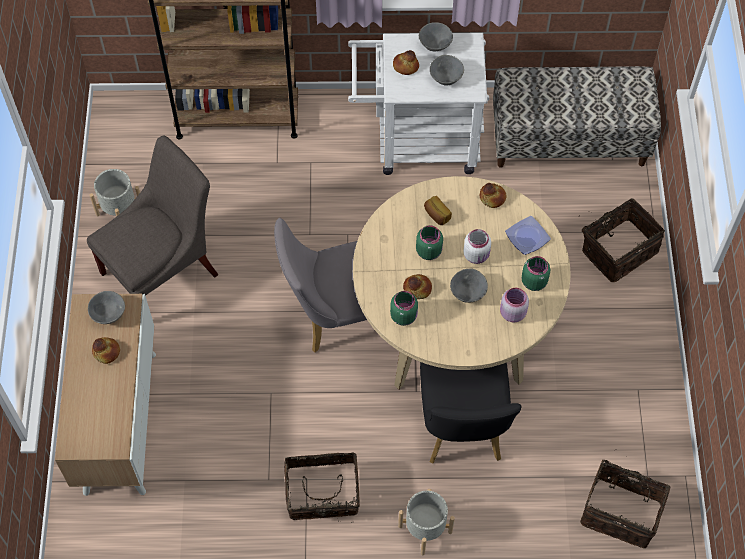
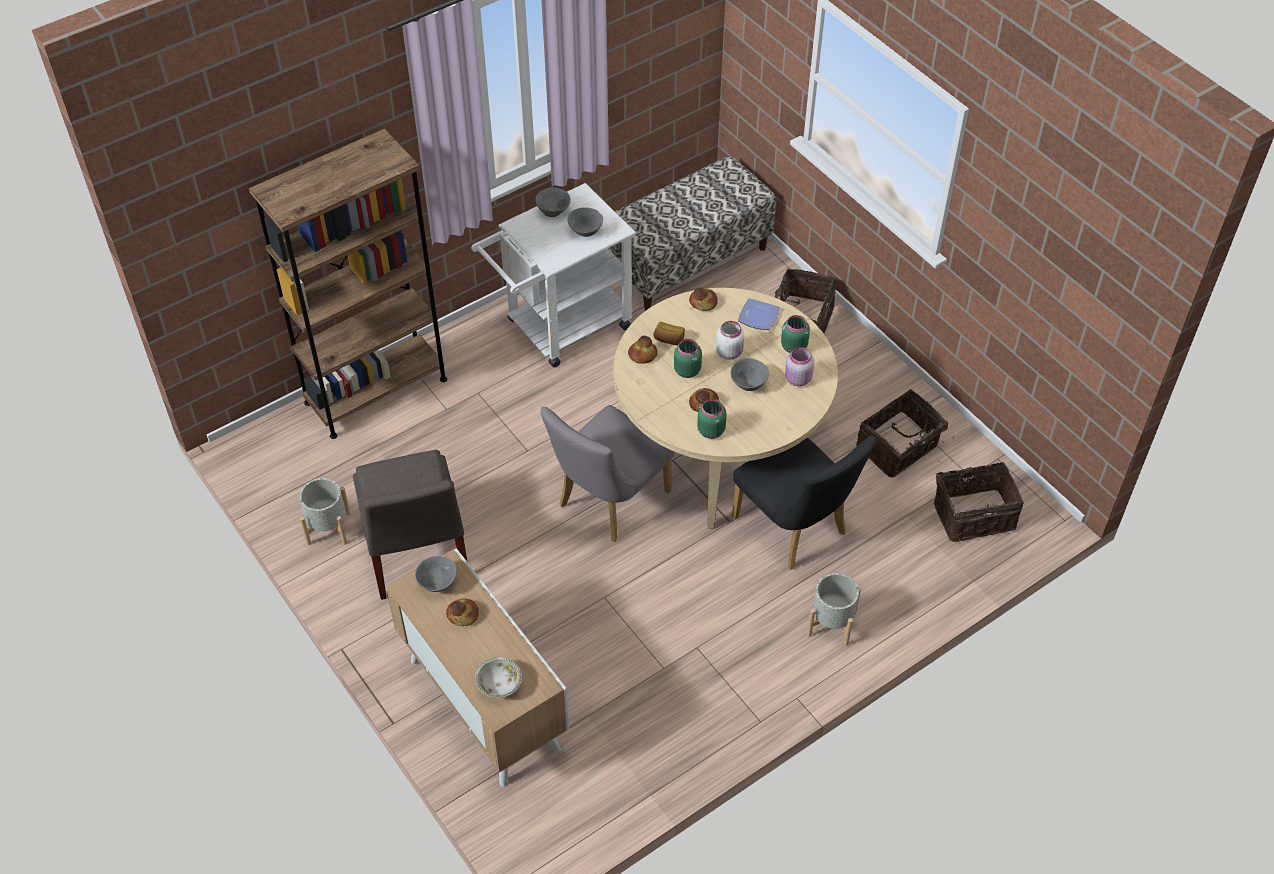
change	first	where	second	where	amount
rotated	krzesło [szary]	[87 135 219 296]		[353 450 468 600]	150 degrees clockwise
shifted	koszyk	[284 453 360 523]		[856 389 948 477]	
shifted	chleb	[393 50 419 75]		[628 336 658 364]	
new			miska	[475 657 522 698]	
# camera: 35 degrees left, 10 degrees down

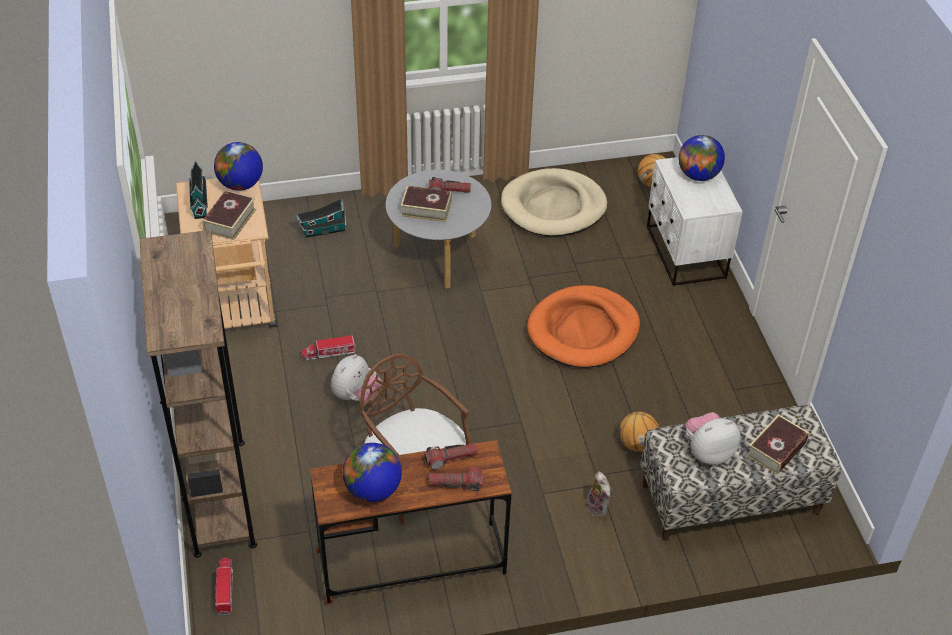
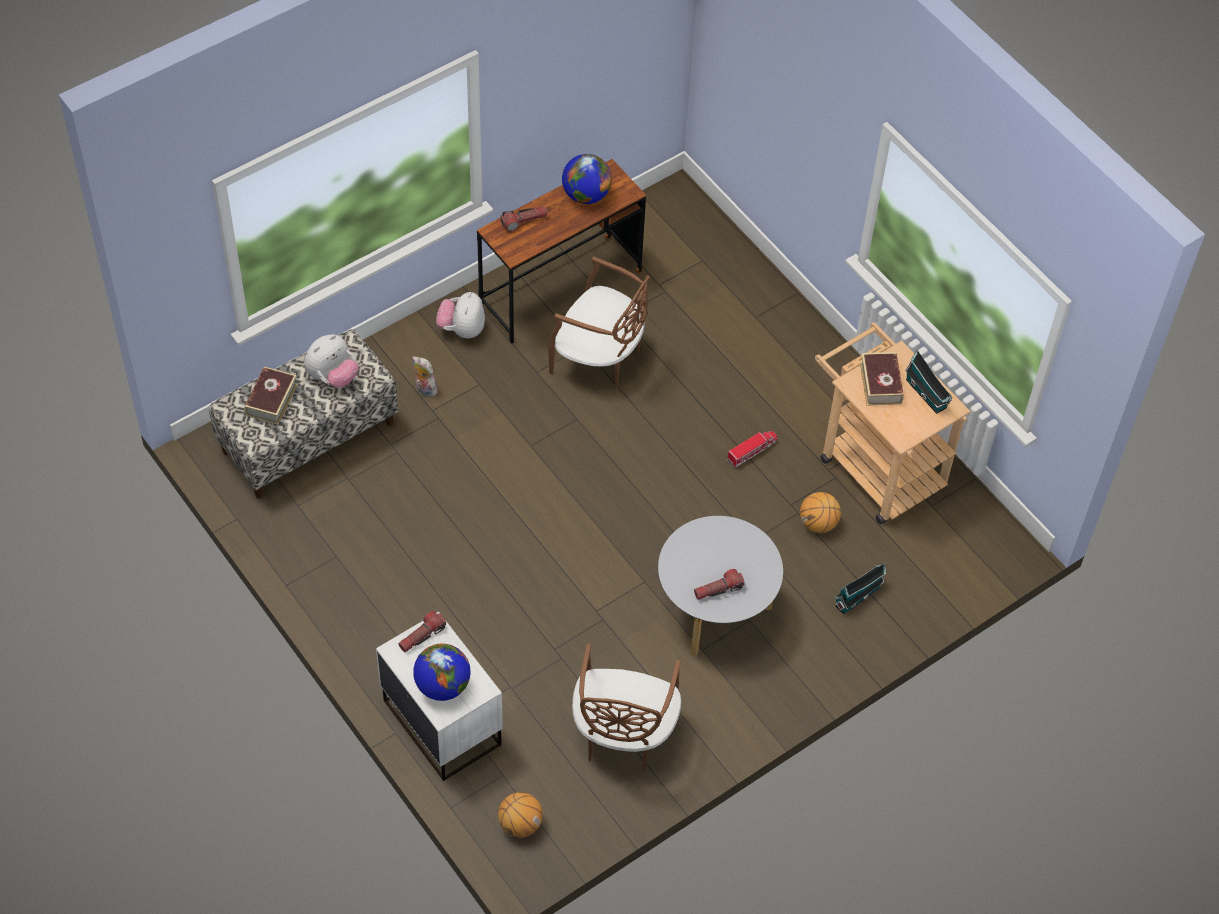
change	first	where	second	where	amount
gone	regał [brązowy]	[140 230 257 558]			
gone	globus	[214 142 263 191]			
gone	ciężarówka zabawkowa	[215 558 233 615]			
shifted	pluszak	[331 354 382 403]		[436 292 485 338]	
gone	książka	[401 186 452 222]			
shifted	latarka	[424 443 478 470]		[398 611 446 653]	
swapped	legowisko [beżowy]	[501 168 607 237]	krzesło [brązowy]	[572 644 681 771]	
gone	legowisko [pomarańczowy]	[527 285 640 368]			
shifted	piłka do koszykówki	[619 412 659 452]		[800 492 841 533]	
# camera: 155 degrees right, 10 degrees up

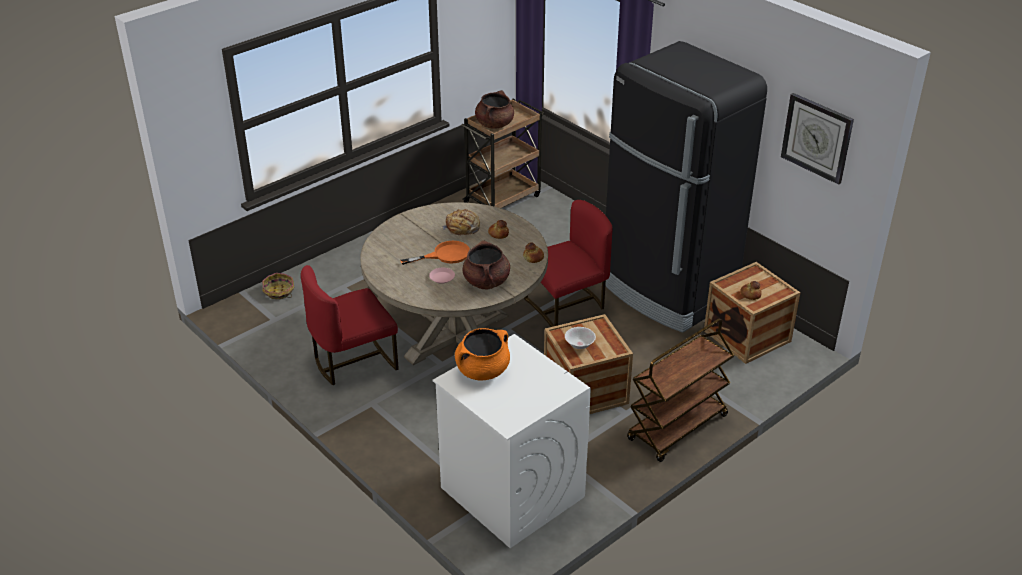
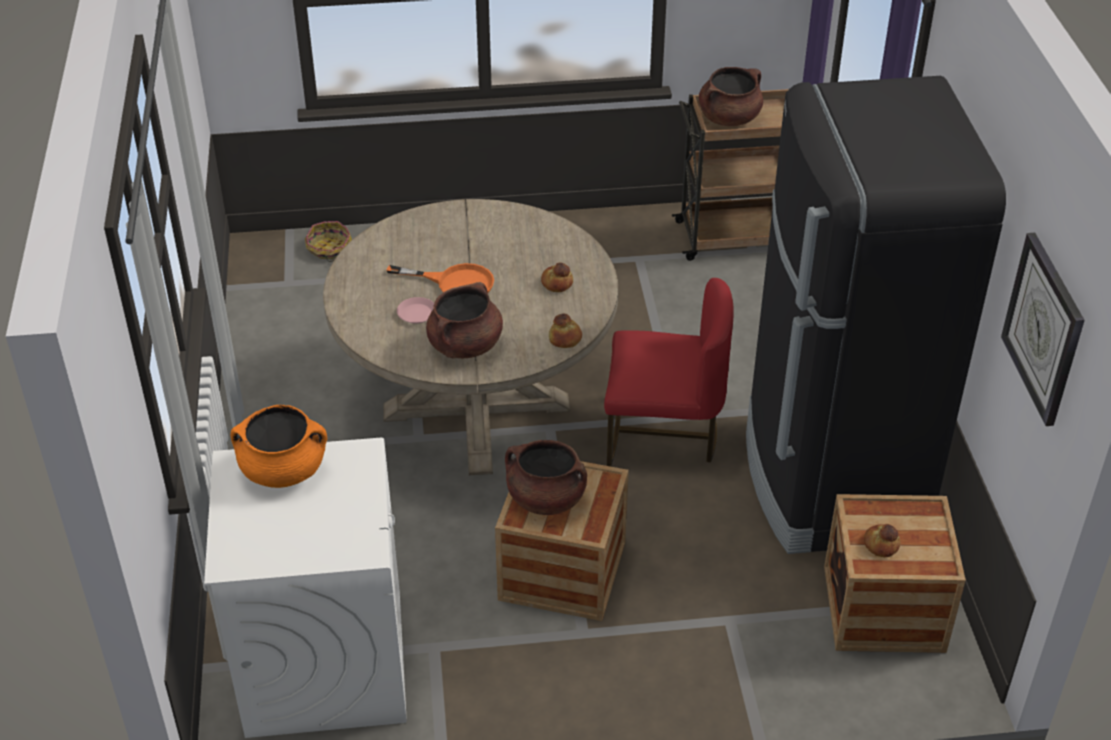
change	first	where	second	where	amount
gone	krzesło [czerwony]	[301 265 399 385]			
gone	chleb	[441 209 480 237]			
swapped	miska [biały]	[565 327 596 349]	garnek [brązowy]	[505 440 587 515]	
gone	wózek [brązowy]	[627 319 734 462]			
# camera: 35 degrees right, 5 degrees up

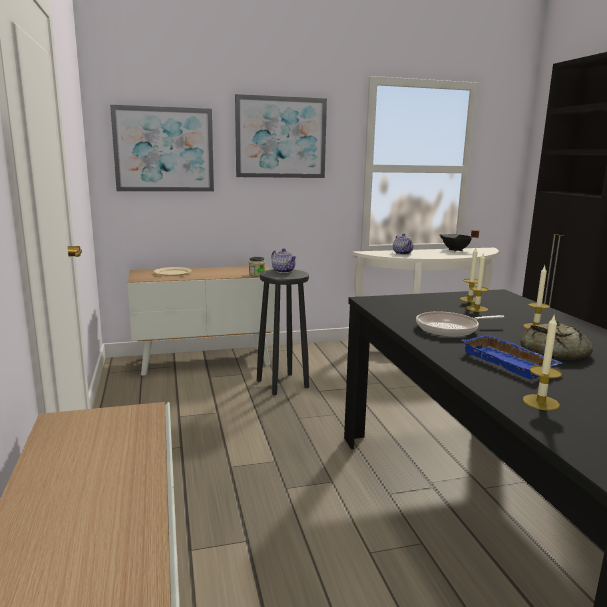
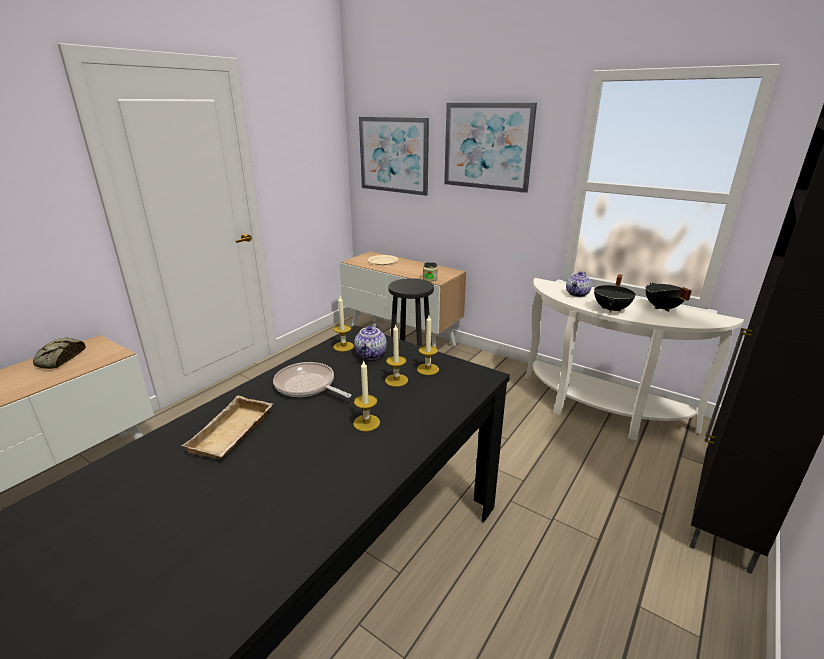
change	first	where	second	where	amount
shifted	imbryk	[271 248 296 273]		[354 323 387 360]	
repainted	taca [niebieski]	[462 334 562 380]	taca [beżowy]	[182 396 273 459]	
shifted	chleb	[520 322 593 359]		[33 338 86 369]	
shifted	świeca	[523 316 562 410]		[333 296 354 352]	
new			garnek [czarny]	[594 274 636 313]	
# camera: 50 degrees right, 10 degrees up

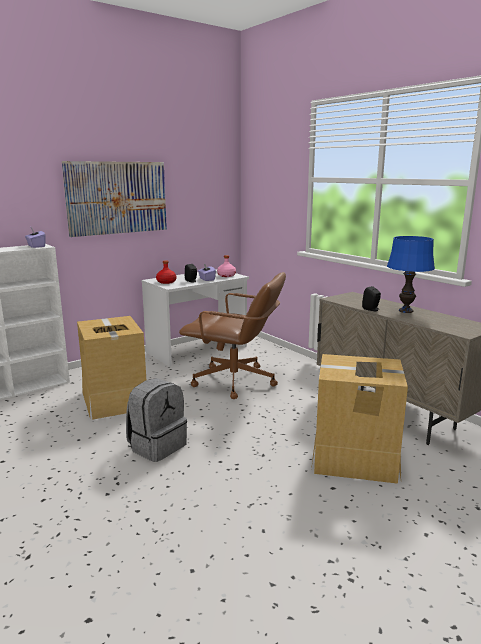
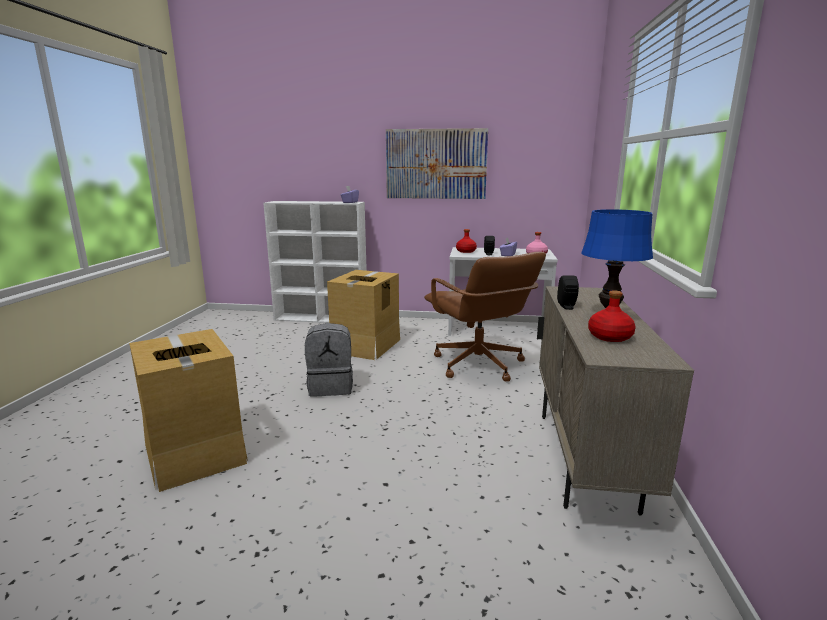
change	first	where	second	where	amount
shifted	karton	[311 354 408 484]		[129 329 248 492]	
new			butelka [czerwony]	[588 290 636 342]	
# camera: 45 degrees right, 0 degrees up

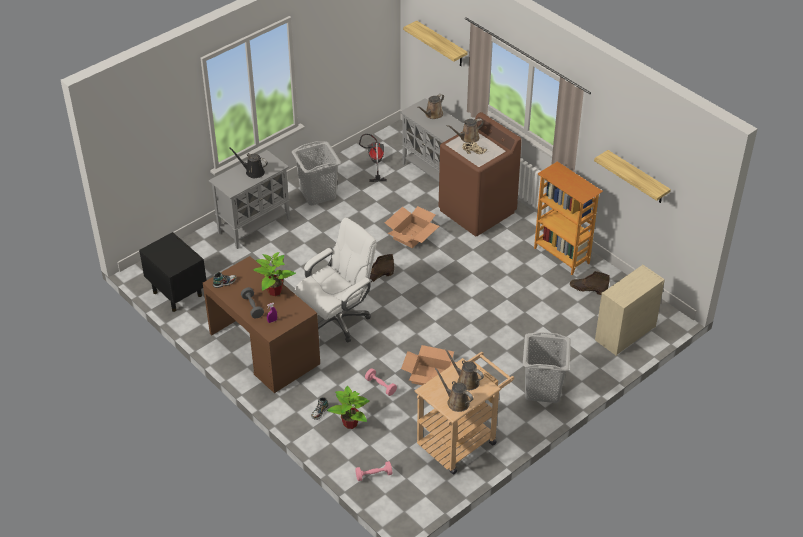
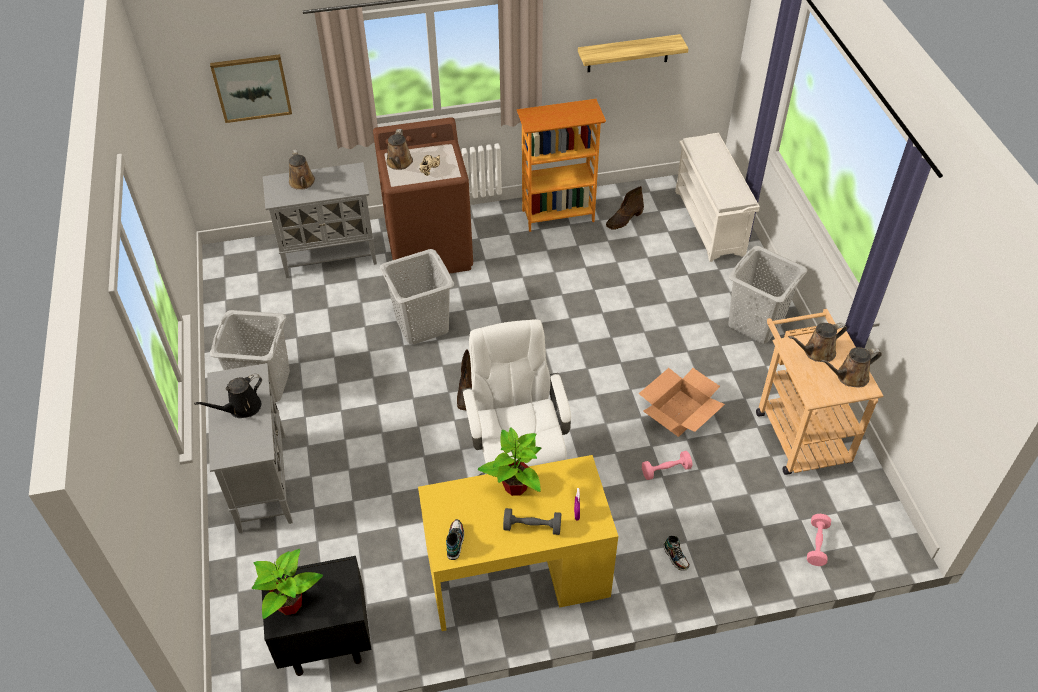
change	first	where	second	where	amount
repainted	biurko [brązowy]	[203 256 320 393]	biurko [żółty]	[418 455 618 631]	
shifted	roślina doniczkowa	[327 386 369 429]		[252 549 323 619]	
gone	odkurzacz	[359 134 387 182]			
swapped	karton	[385 206 439 248]	kosz na pranie [szary]	[380 249 454 345]	
swapped	półka	[403 21 468 66]	obraz	[210 54 292 123]	
swapped	komoda [beżowy]	[595 264 665 356]	regał na buty [biały]	[675 133 760 262]	
# camera: 60 degrees left, 5 degrees up

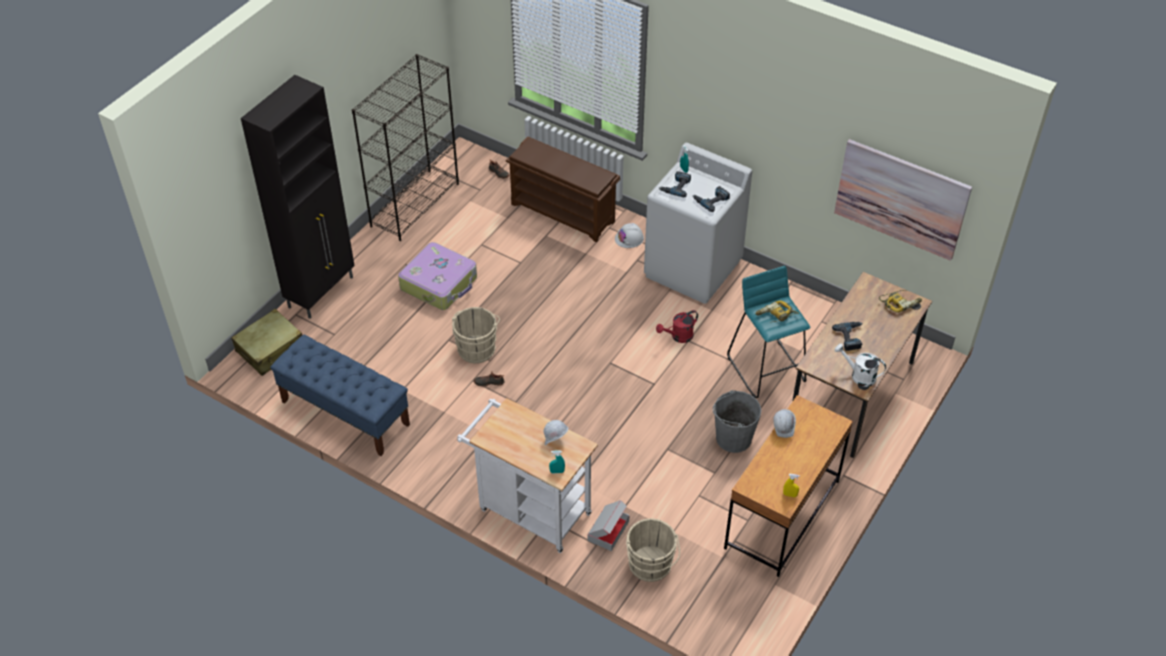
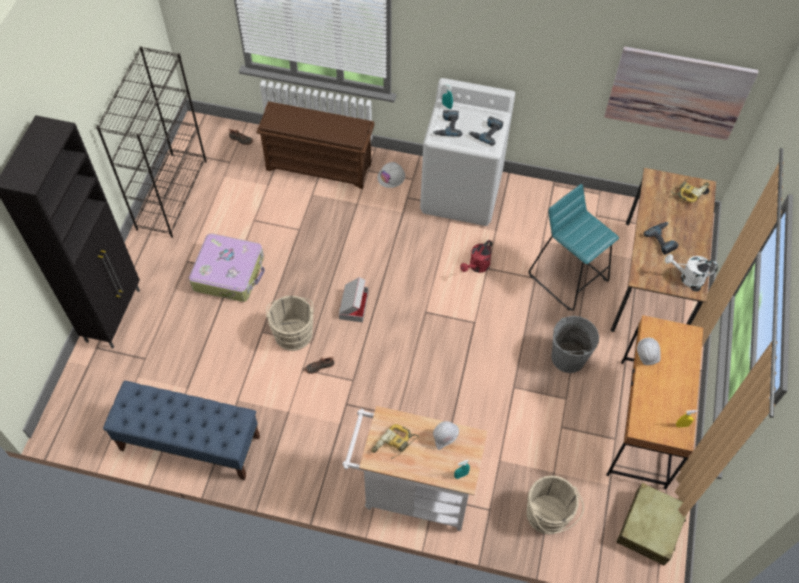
change	first	where	second	where	amount
shifted	walizka [beżowy]	[231 309 302 376]		[616 483 687 566]	
shifted	karton	[588 500 629 551]		[339 277 369 322]	
shifted	wiertarka	[755 300 799 323]		[371 424 419 459]	
# camera: 20 degrees left, 10 degrees up

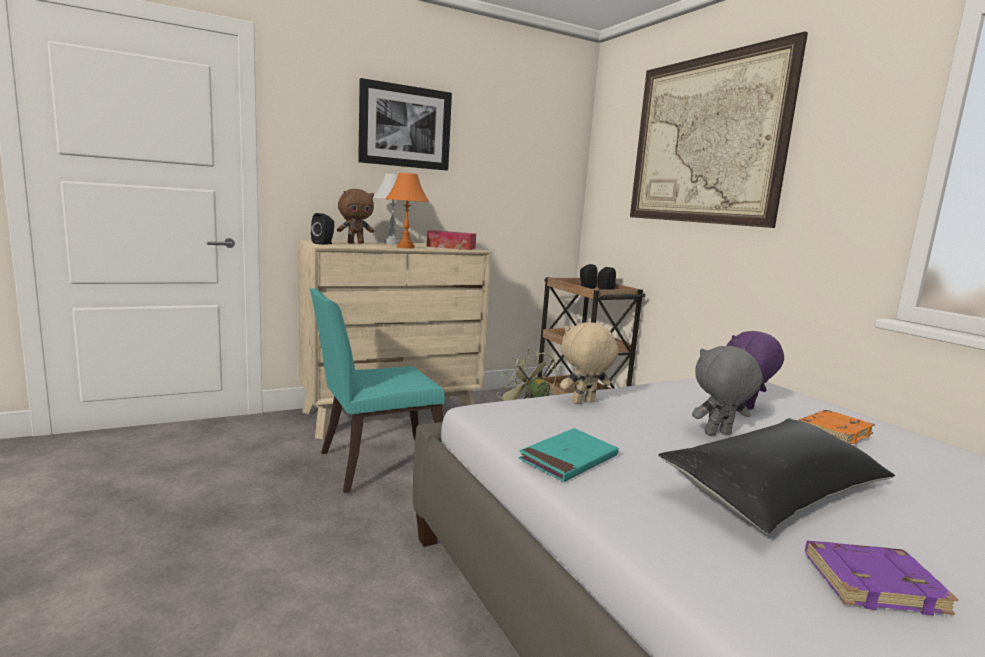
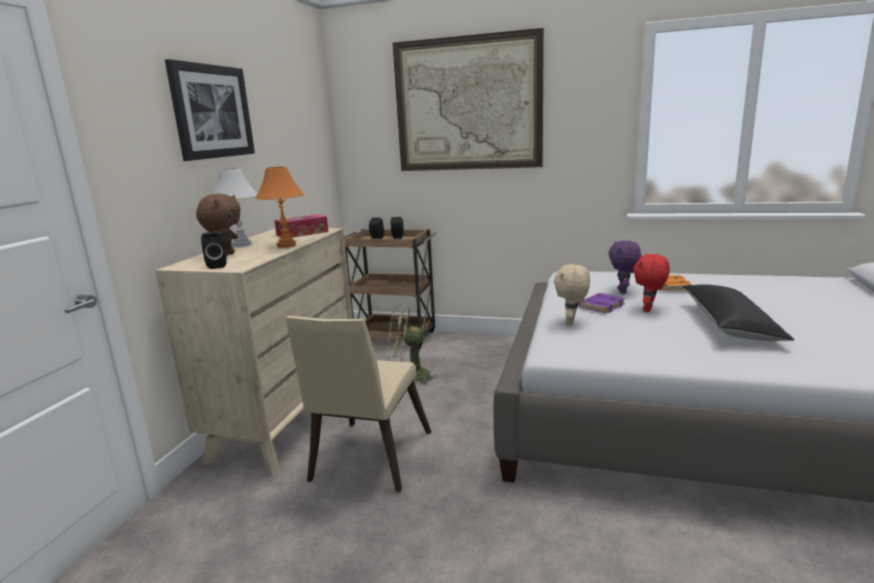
change	first	where	second	where	amount
repainted	krzesło [turkusowy]	[310 288 445 493]	krzesło [beżowy]	[285 316 431 492]	
gone	książka [turkusowy]	[518 428 619 482]			
repainted	pluszak [szary]	[692 346 763 436]	pluszak [czerwony]	[633 254 670 312]	
shifted	książka [fioletowy]	[805 541 959 615]		[578 293 625 314]	
# camera: 45 degrees left, 5 degrees up

